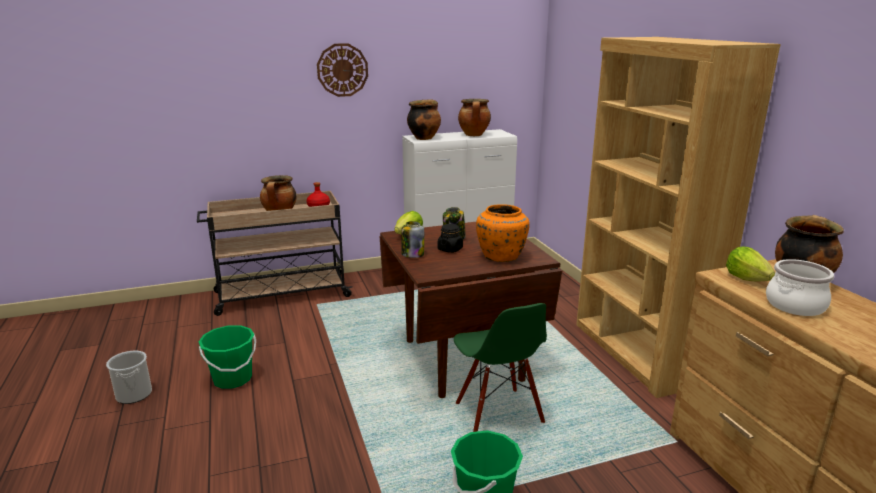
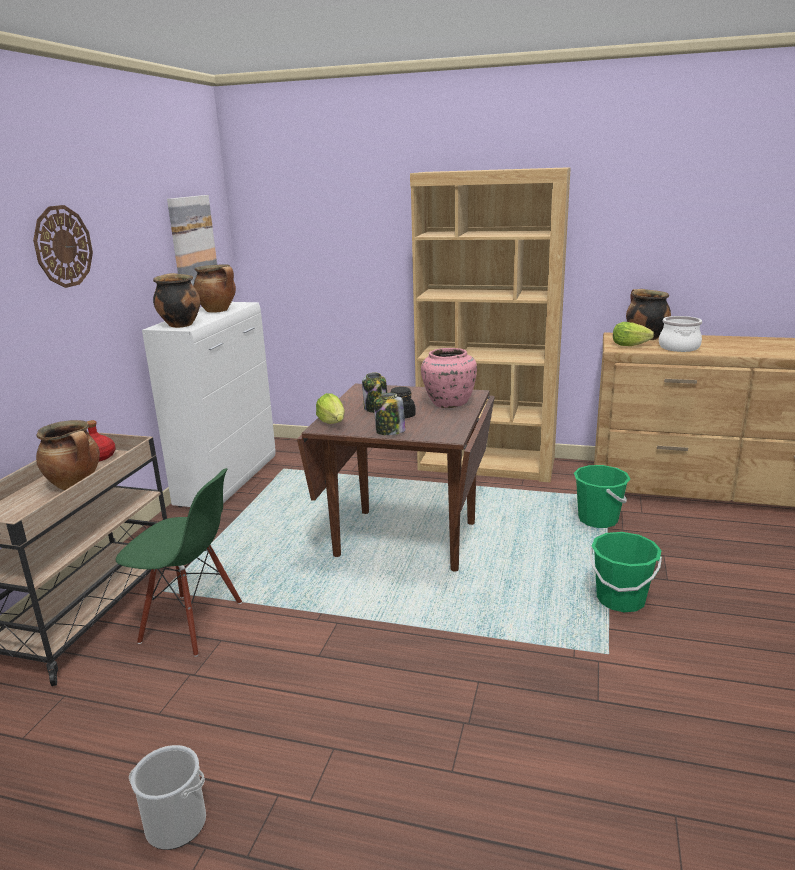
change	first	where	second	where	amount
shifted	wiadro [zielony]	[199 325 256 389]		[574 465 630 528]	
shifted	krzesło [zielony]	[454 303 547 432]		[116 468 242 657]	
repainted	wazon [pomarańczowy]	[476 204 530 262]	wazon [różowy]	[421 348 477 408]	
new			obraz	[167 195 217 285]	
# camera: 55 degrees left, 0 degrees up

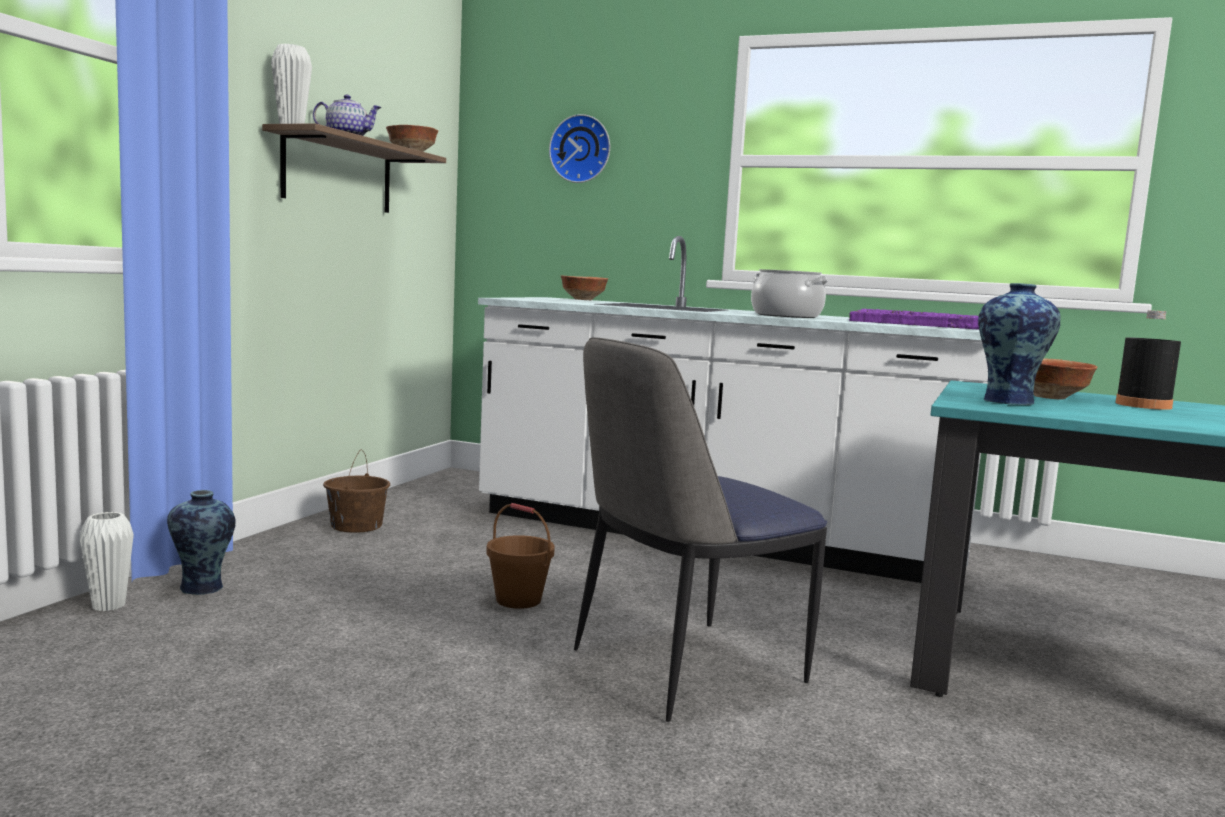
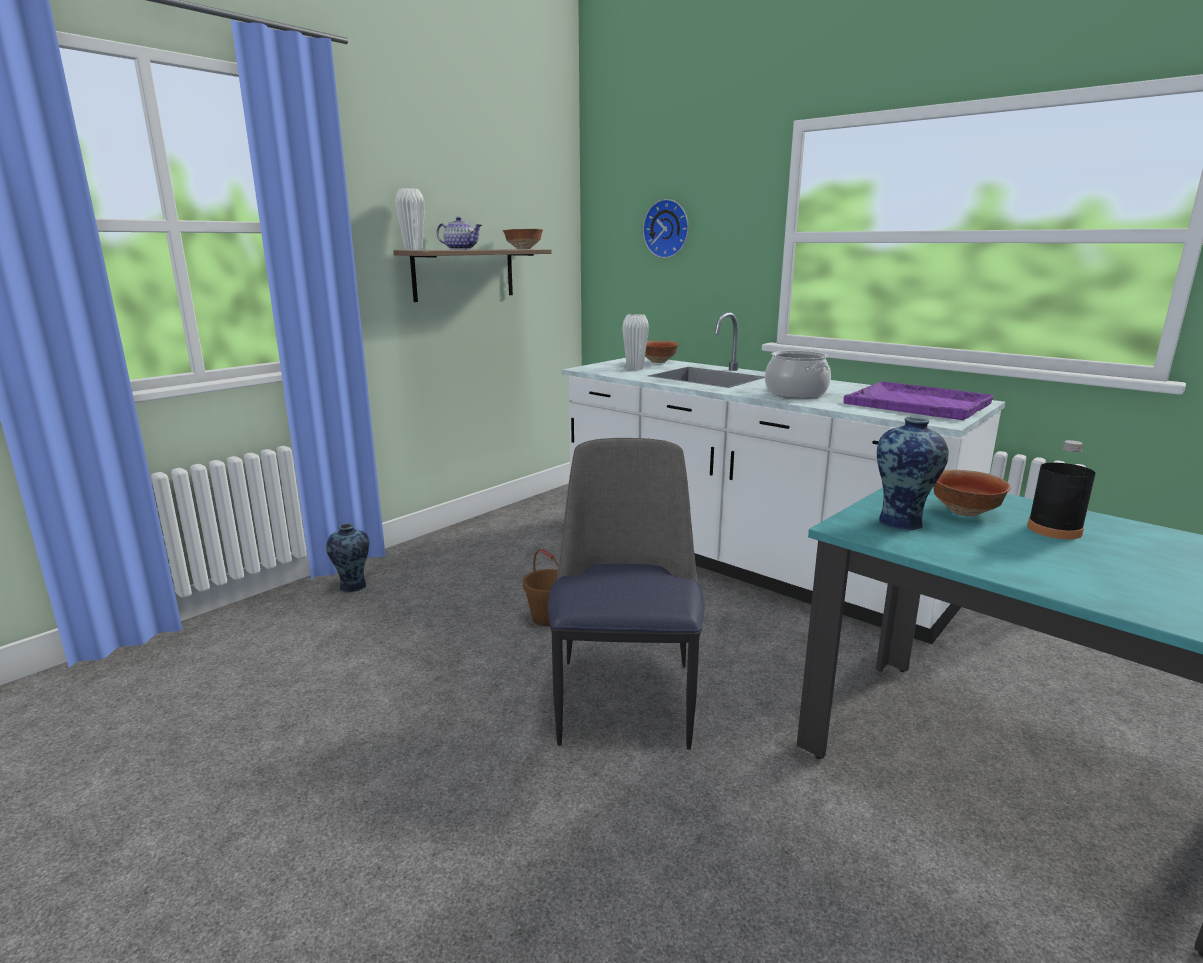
change	first	where	second	where	amount
shifted	wazon [biały]	[79 512 134 611]		[622 314 649 370]	
gone	wiadro [brązowy]	[323 450 390 533]			
rotated	krzesło	[574 337 827 722]		[548 438 704 750]	105 degrees clockwise
# camera: 20 degrees right, 10 degrees up

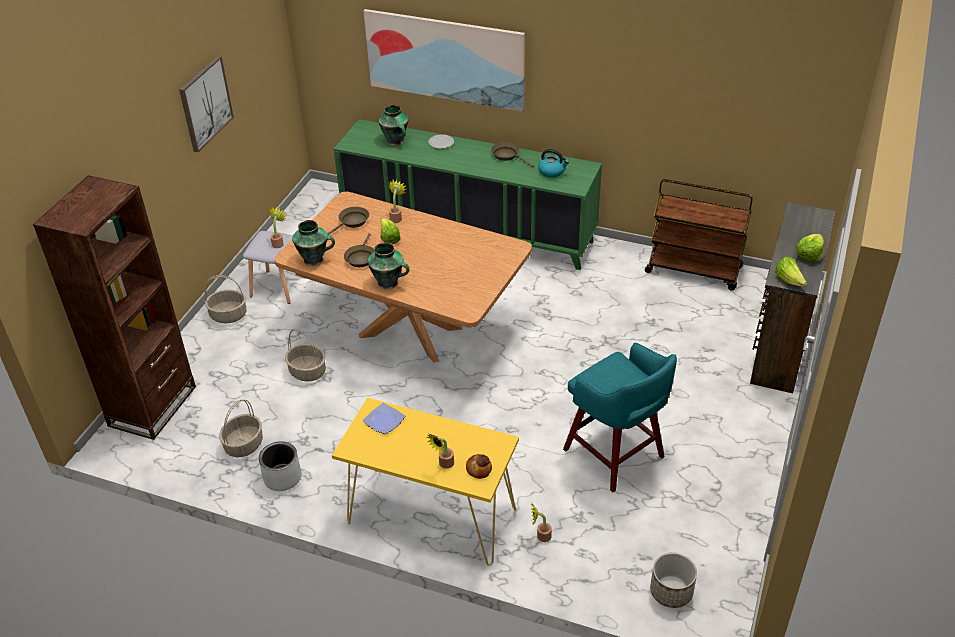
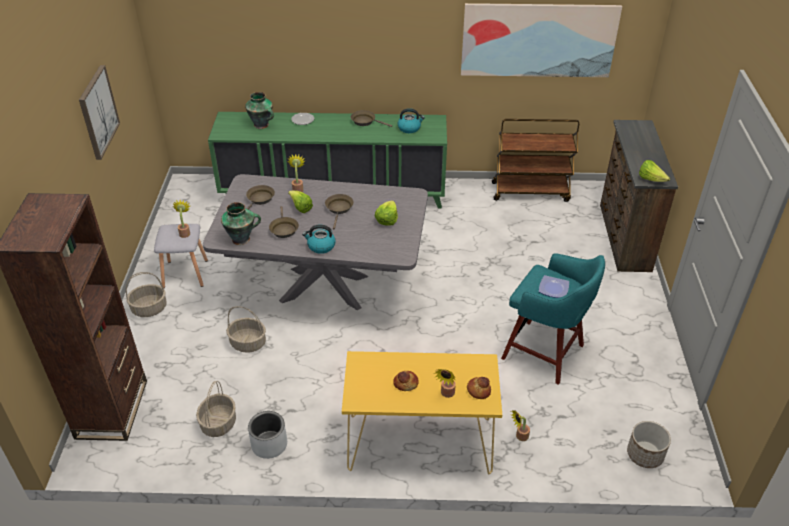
change	first	where	second	where	amount
repainted	stół jadalny [brązowy]	[274 192 532 362]	stół jadalny [szary]	[203 174 428 310]	
shifted	talerz	[363 403 405 434]		[539 275 569 298]	
shifted	obraz	[364 9 525 112]		[461 3 622 77]	
swapped	wazon	[367 242 409 290]	czajnik	[302 225 336 254]	
shifted	sałata	[796 234 824 262]		[375 201 398 226]	
new			patelnia [brązowy]	[325 194 354 229]	
new			chleb	[393 371 419 391]	
# camera: 20 degrees left, 0 degrees up

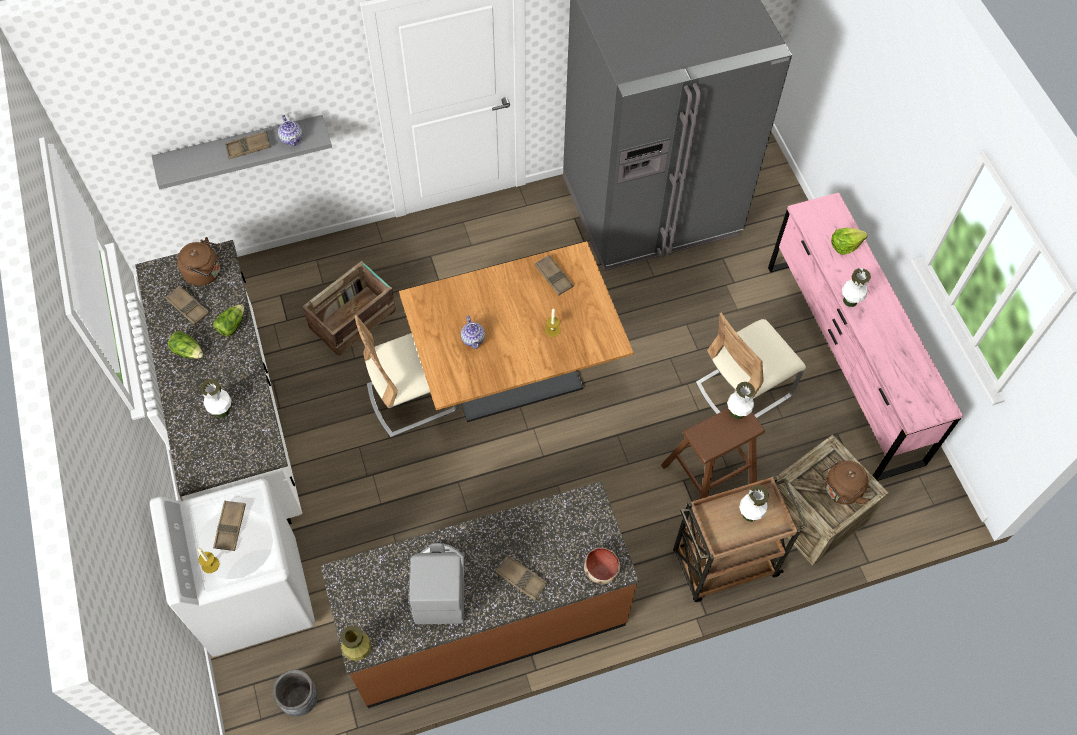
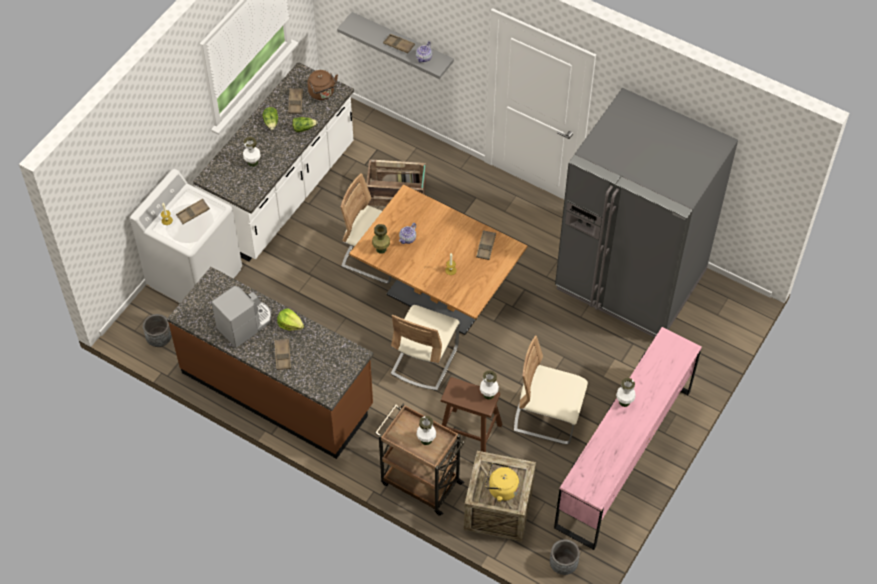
change	first	where	second	where	amount
shifted	wazon [zielony]	[341 625 372 661]		[372 224 390 253]	
gone	miska	[584 548 620 584]			
repainted	czajnik [brązowy]	[822 461 869 505]	czajnik [żółty]	[485 463 519 502]	
shifted	sałata	[831 228 868 255]		[277 309 304 331]	
new			krzesło [beżowy]	[391 305 460 391]	
new			donica [szary]	[550 539 580 575]	
# camera: 50 degrees right, 5 degrees down

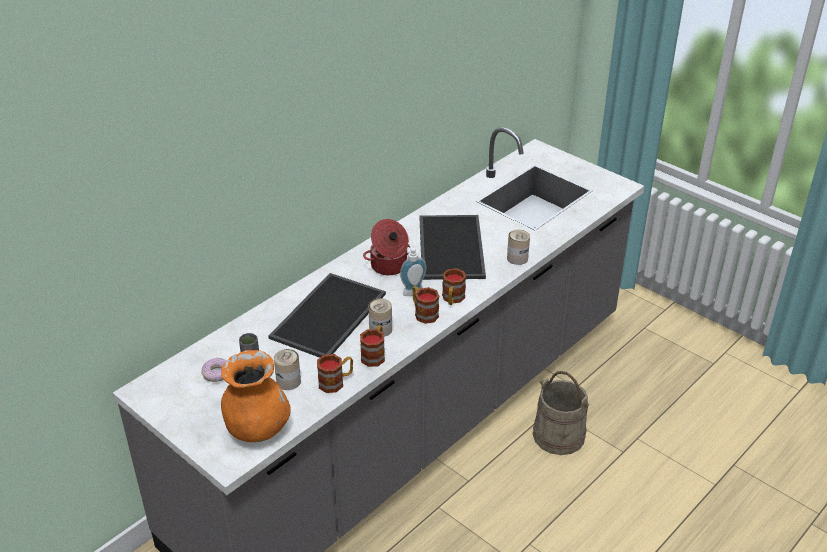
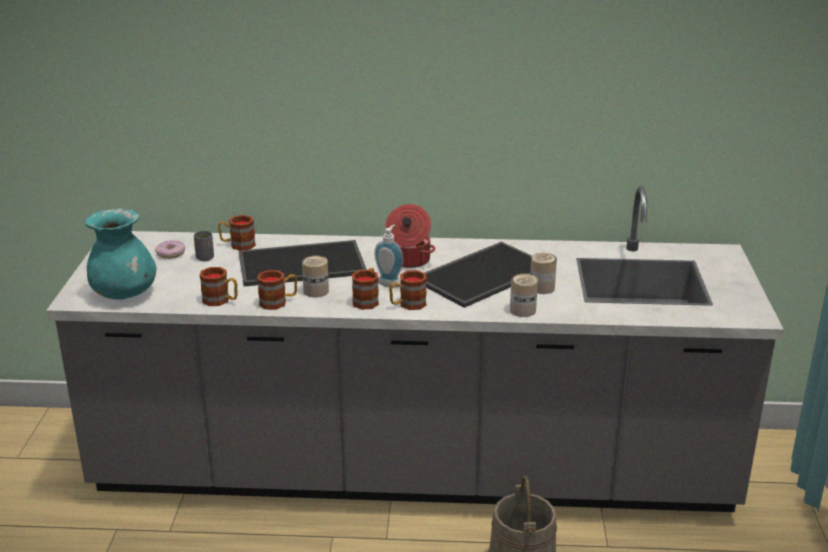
change	first	where	second	where	amount
repainted	wazon [pomarańczowy]	[221 350 291 442]	wazon [turkusowy]	[85 208 156 300]	
shifted	puszka	[274 349 301 390]		[530 253 557 294]	
new			kubek	[218 215 256 250]	
# camera: 50 degrees right, 10 degrees down

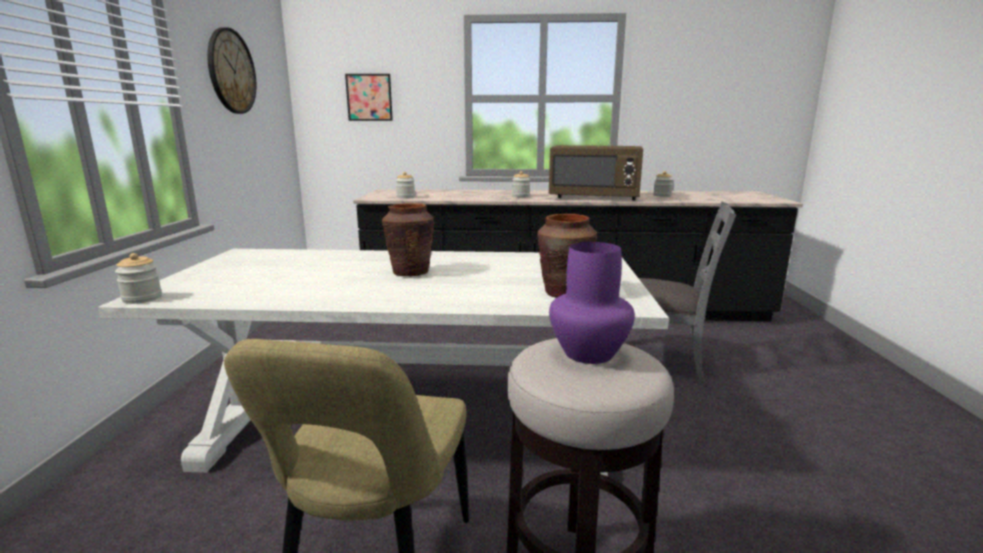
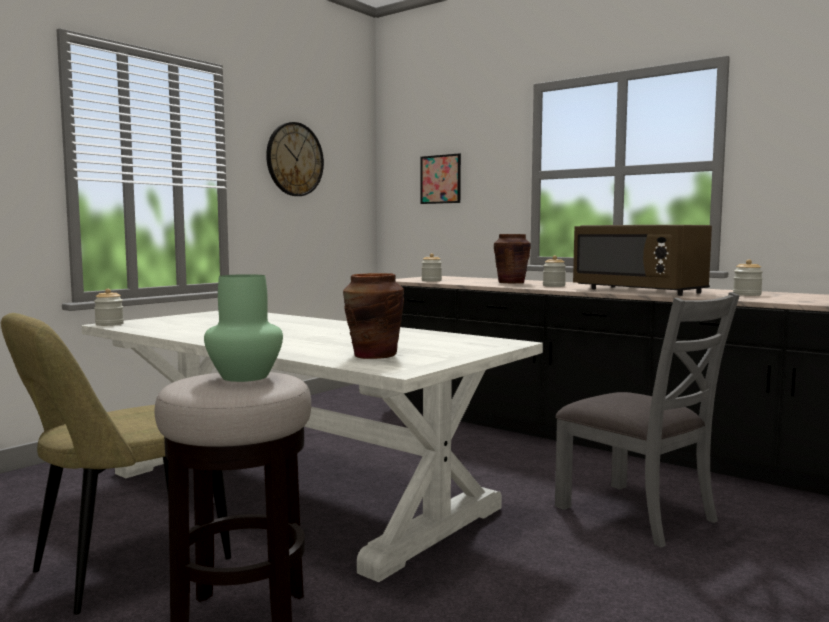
change	first	where	second	where	amount
shifted	wazon [brązowy]	[382 203 435 276]		[494 234 531 284]	
repainted	wazon [fioletowy]	[549 242 635 364]	wazon [zielony]	[204 274 283 382]	
# camera: 35 degrees right, 10 degrees down

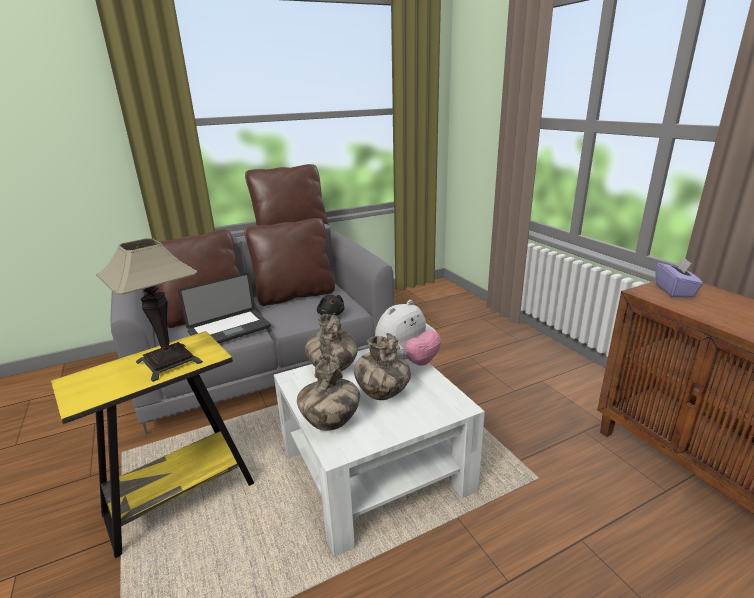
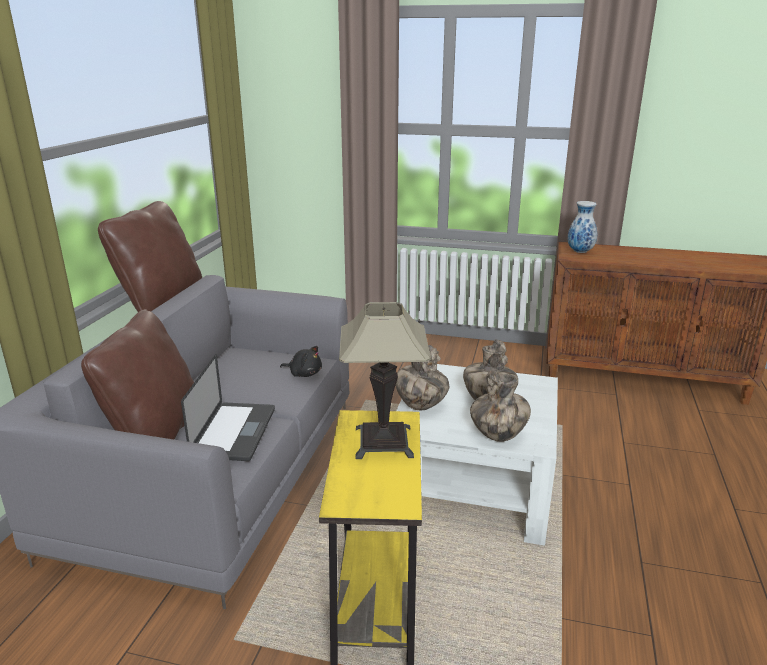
change	first	where	second	where	amount
gone	poduszka [brązowy]	[244 218 335 306]			
gone	pluszak	[375 300 442 366]			
swapped	pudełko chusteczek [fioletowy]	[655 257 703 298]	wazon	[567 201 597 253]	
# camera: 50 degrees left, 0 degrees up

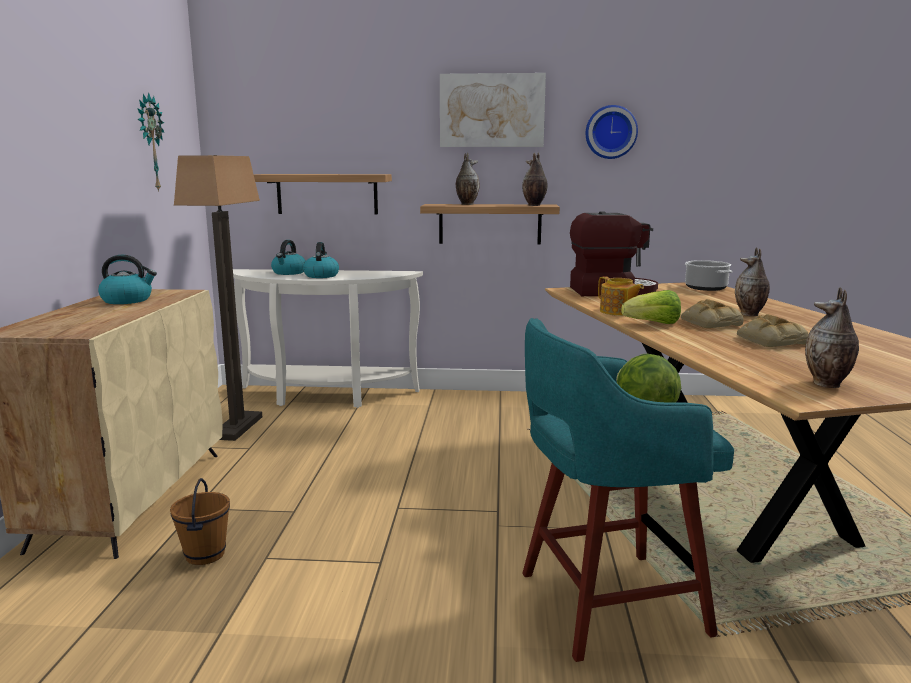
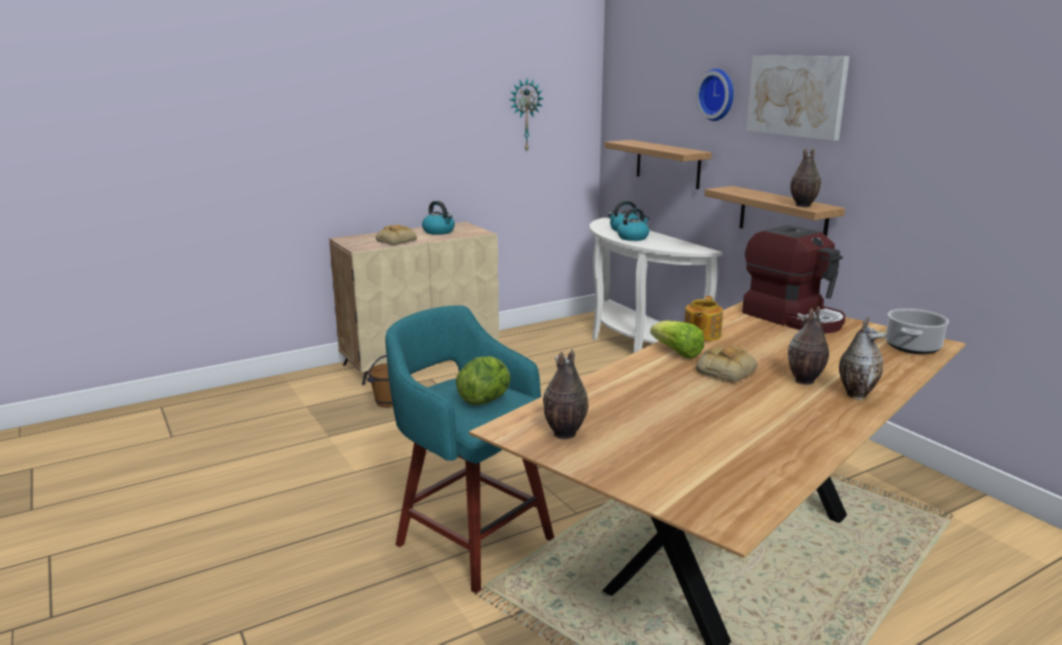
change	first	where	second	where	amount
gone	lampa stojąca	[174 155 262 441]			
shifted	wazon	[456 153 480 205]		[839 317 887 400]	
shifted	zegar ścienny	[586 105 638 159]		[696 69 734 121]	
shifted	chleb	[737 314 809 347]		[376 225 417 245]	
# camera: 55 degrees right, 5 degrees up

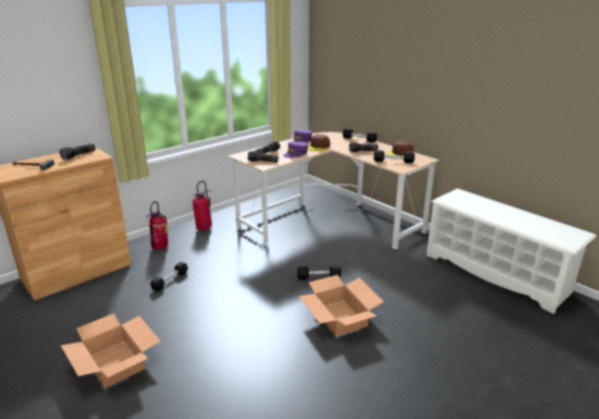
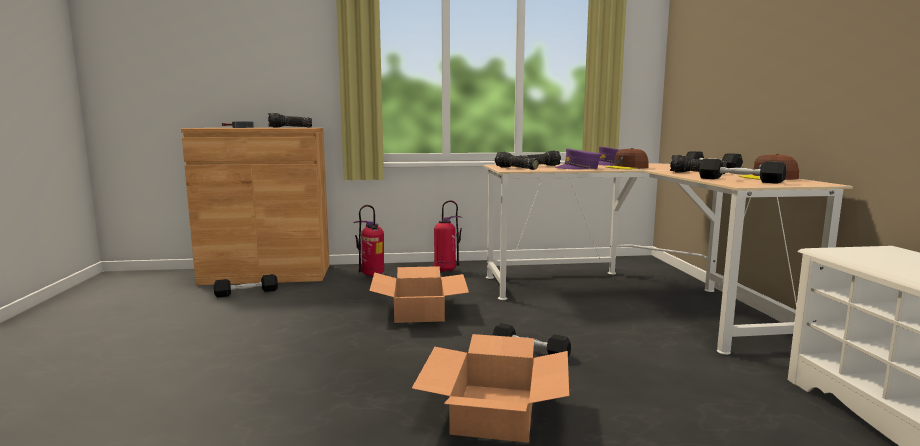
change	first	where	second	where	amount
shifted	karton	[61 313 161 389]		[369 266 469 323]	
shifted	hantel [czarny]	[150 262 188 292]		[214 274 278 298]	
# camera: 35 degrees right, 15 degrees down

